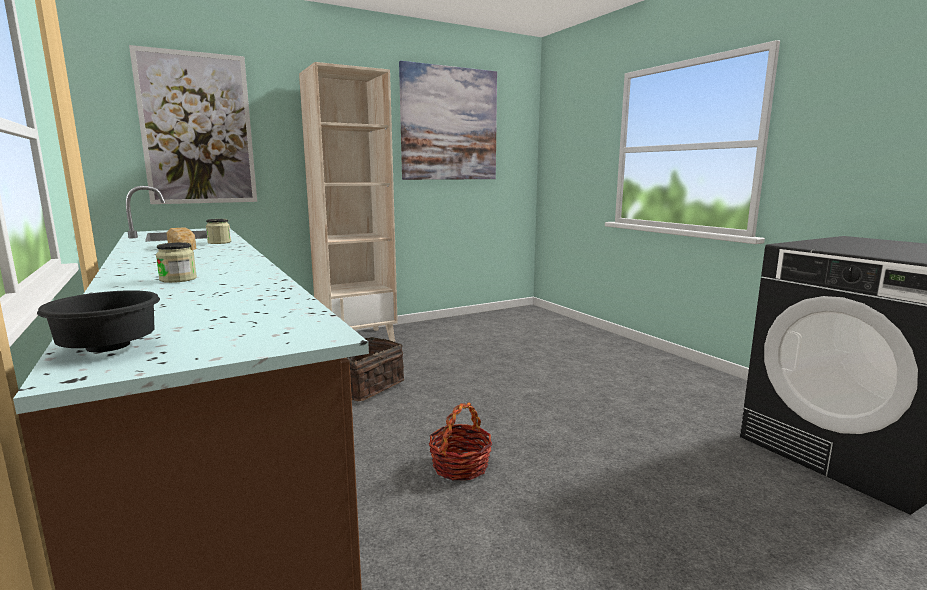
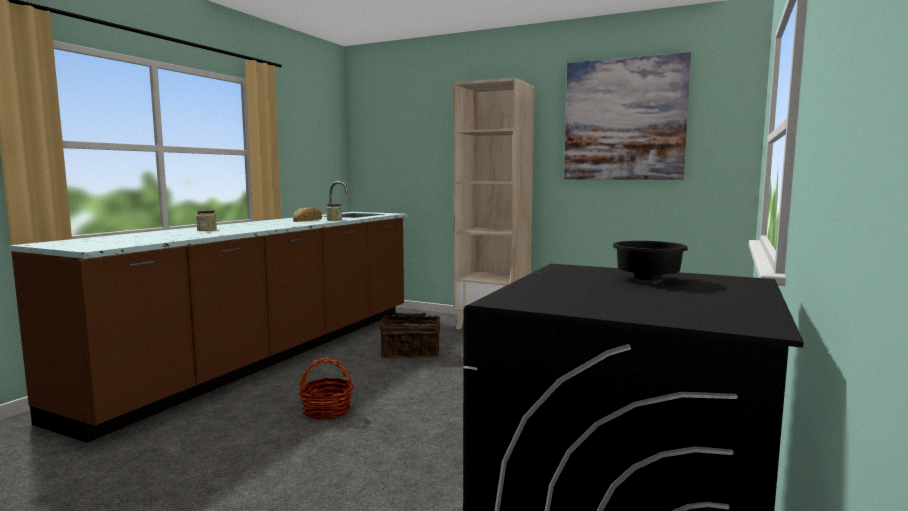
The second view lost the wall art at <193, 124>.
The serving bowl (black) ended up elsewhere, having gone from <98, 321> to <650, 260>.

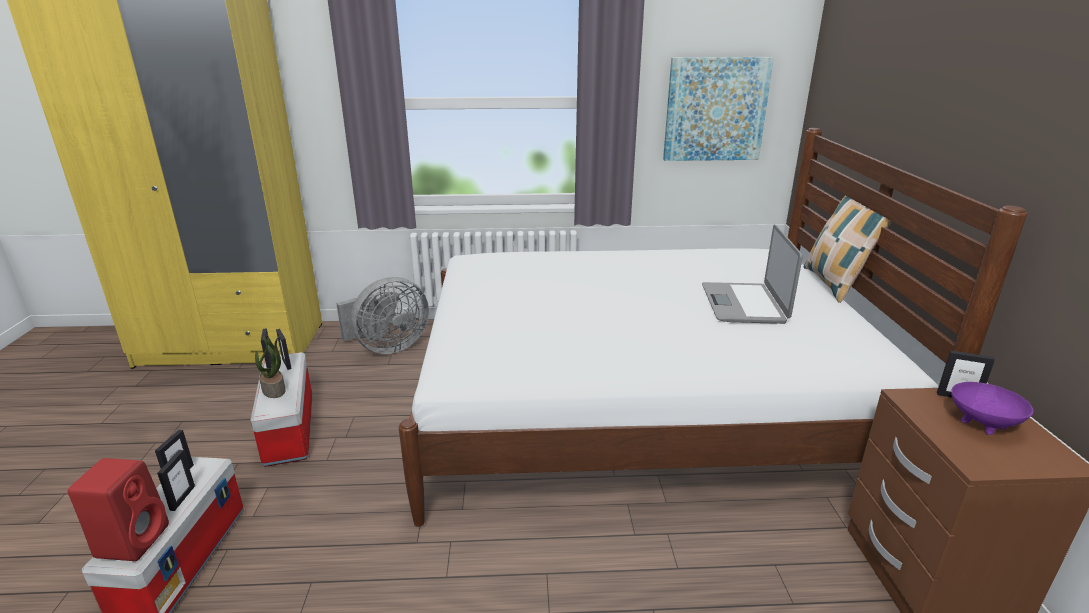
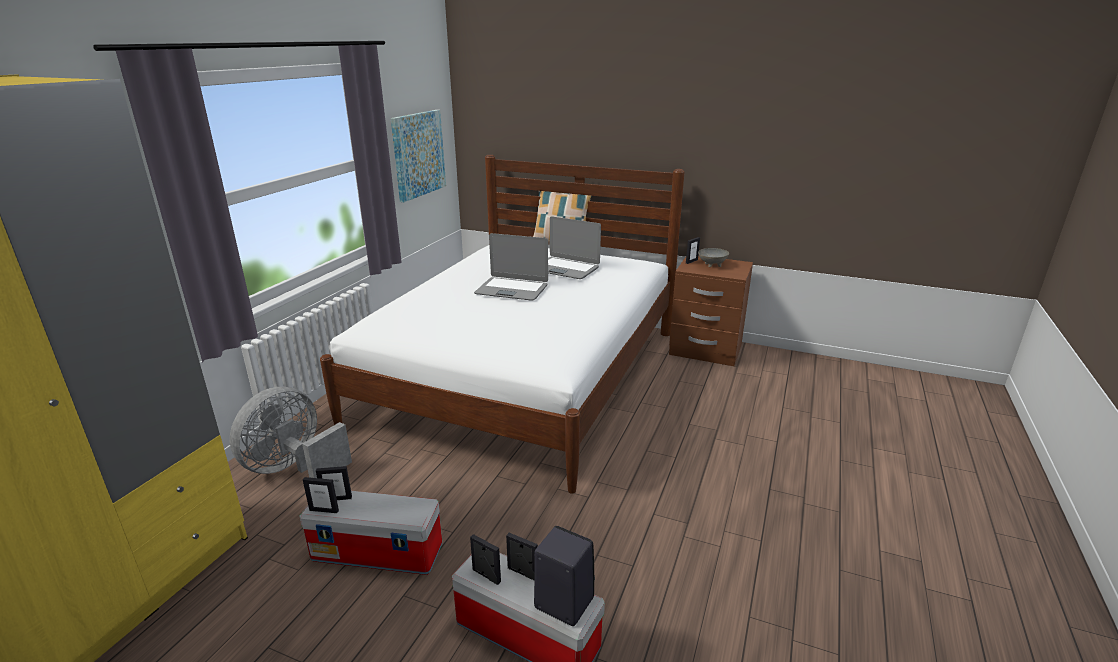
The cooling fan (gray) at <382, 315> ended up facing another way, 135 degrees counterclockwise from before.
The second view lost the potted plant at <270, 366>.
What was the serving bowl (purple) at <992, 408> turned into the serving bowl (gray) at <713, 257>.
What was the loudspeaker (reddish) at <118, 509> turned into the loudspeaker (black) at <564, 576>.
The second view gained the notebook computer at <511, 267>.

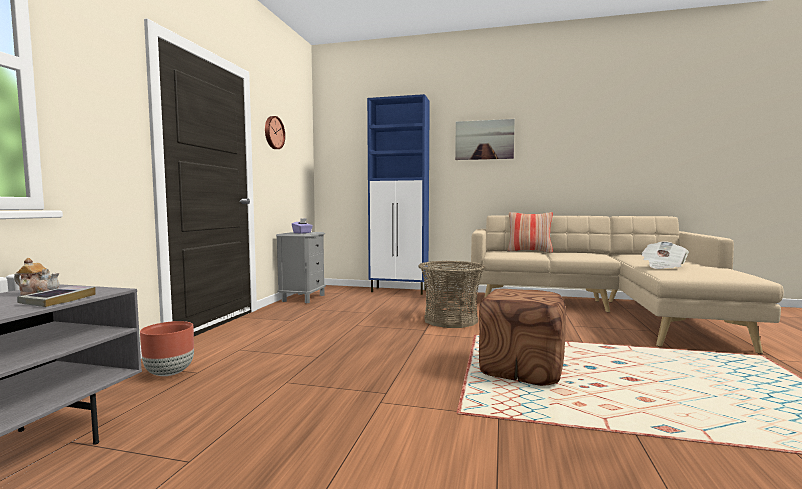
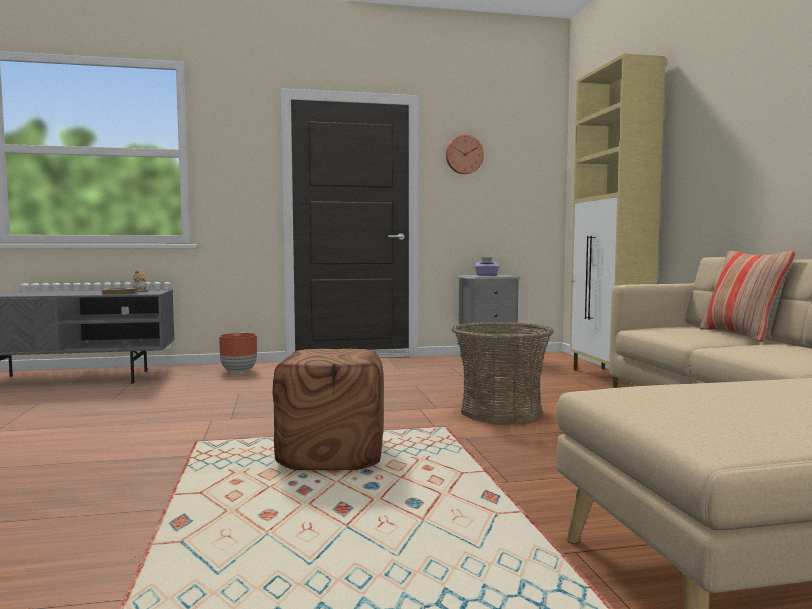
What was the cupboard (bluish) at <398, 194> turned into the cupboard (sand-coloured) at <617, 220>.
The second view lost the wall art at <485, 139>.
The second view lost the printed paper at <665, 255>.

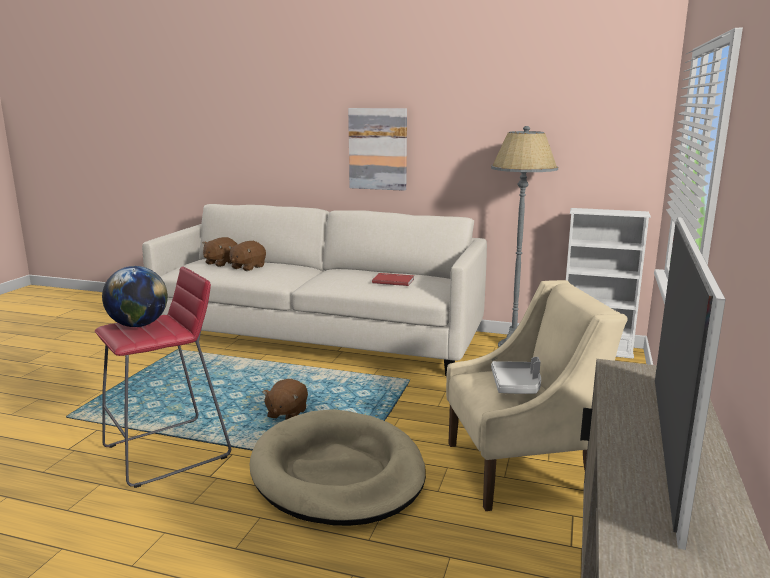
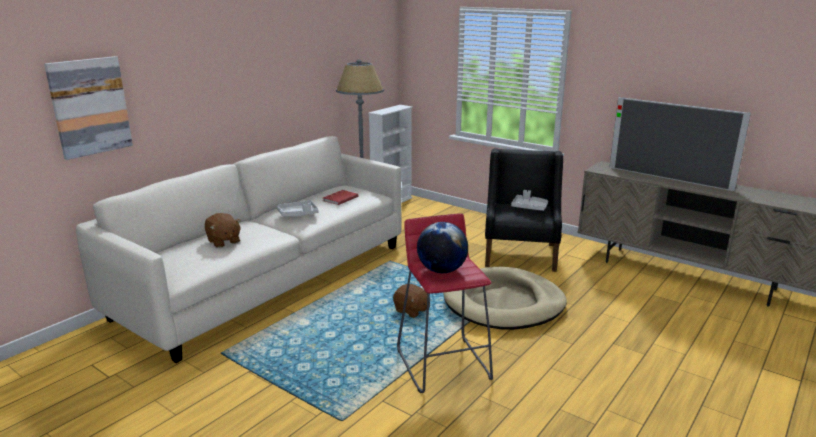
The wall art ended up elsewhere, having gone from <377, 149> to <88, 108>.
The second view lost the soft toy (brown-coloured) at <220, 252>.
What was the armchair (sand-coloured) at <537, 395> turned into the armchair (black) at <524, 210>.
The second view gained the carrying tray (gray) at <298, 208>.

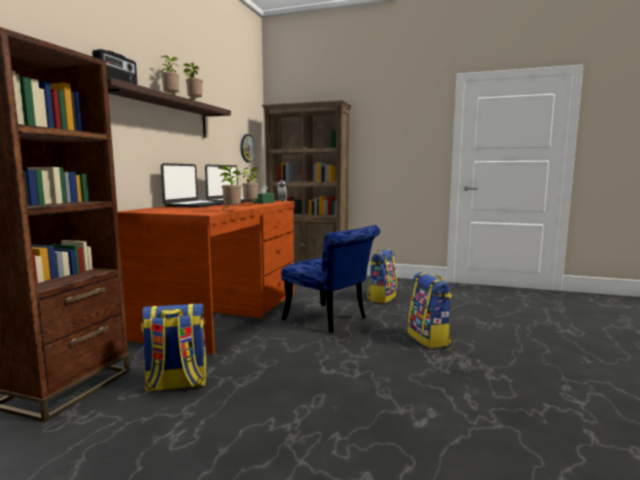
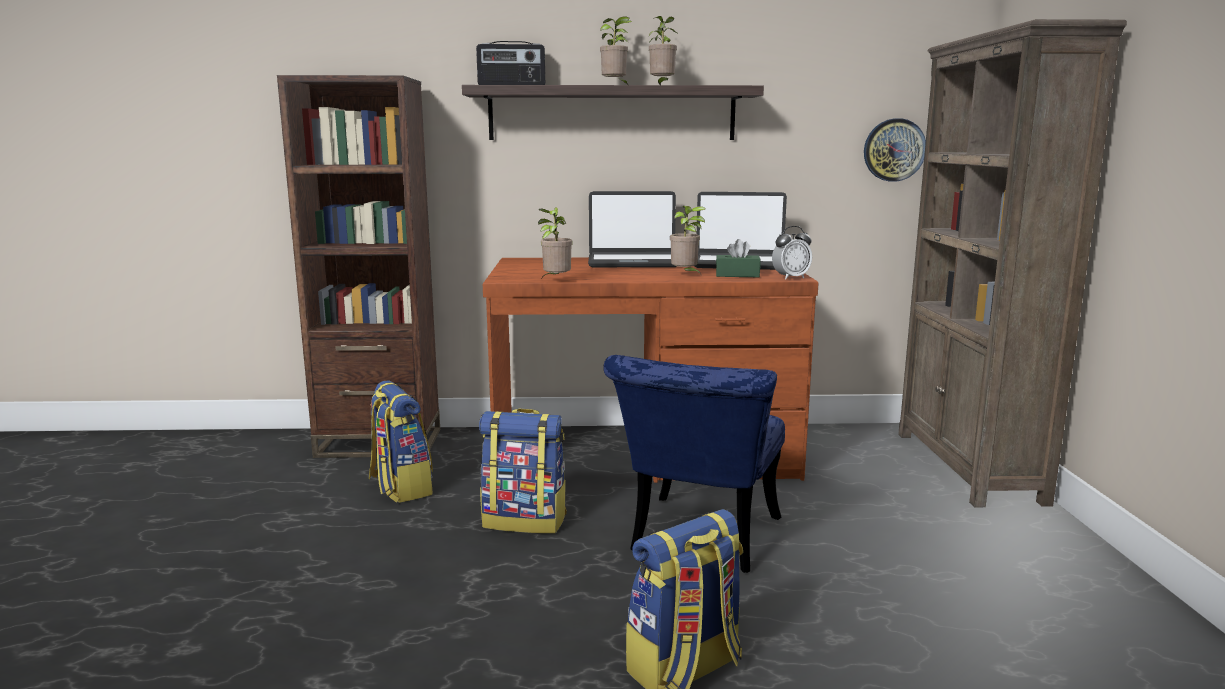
The knapsack ended up elsewhere, having gone from <382, 276> to <523, 471>.

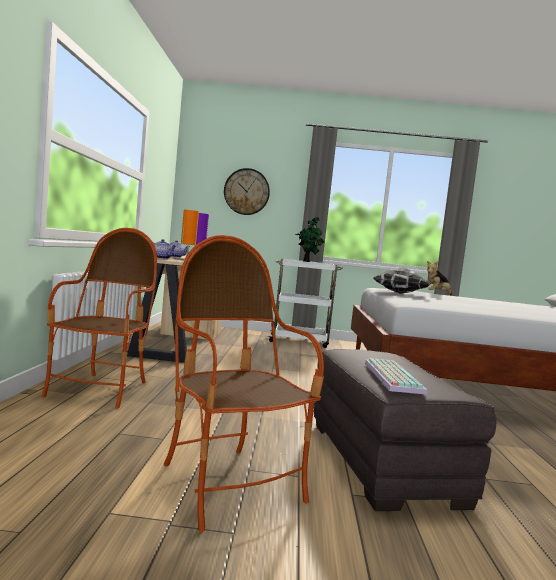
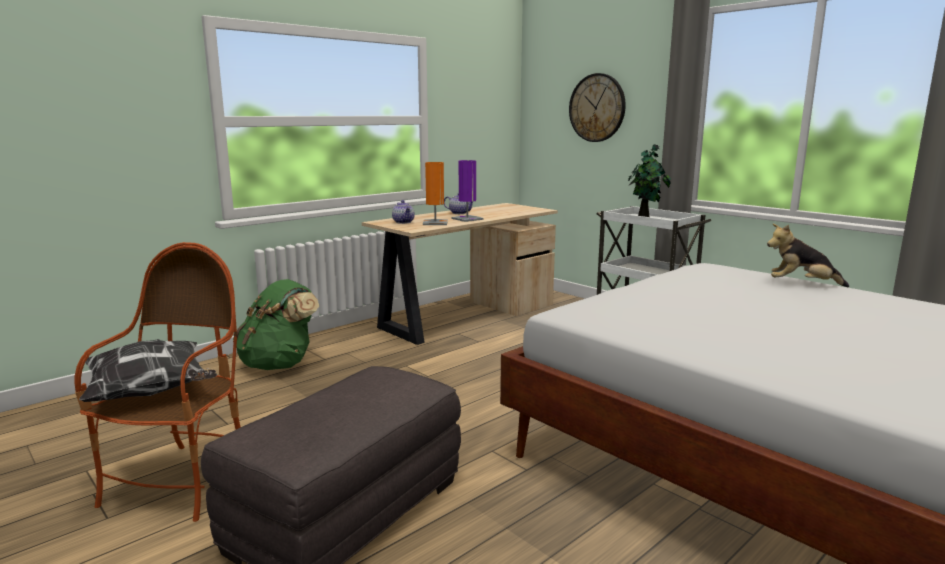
Where the armchair stood at <99, 318>, the knapsack (greenish) came to stand at <276, 324>.
The throw pillow ended up elsewhere, having gone from <401, 280> to <148, 370>.
The second view lost the computer keyboard at <396, 376>.

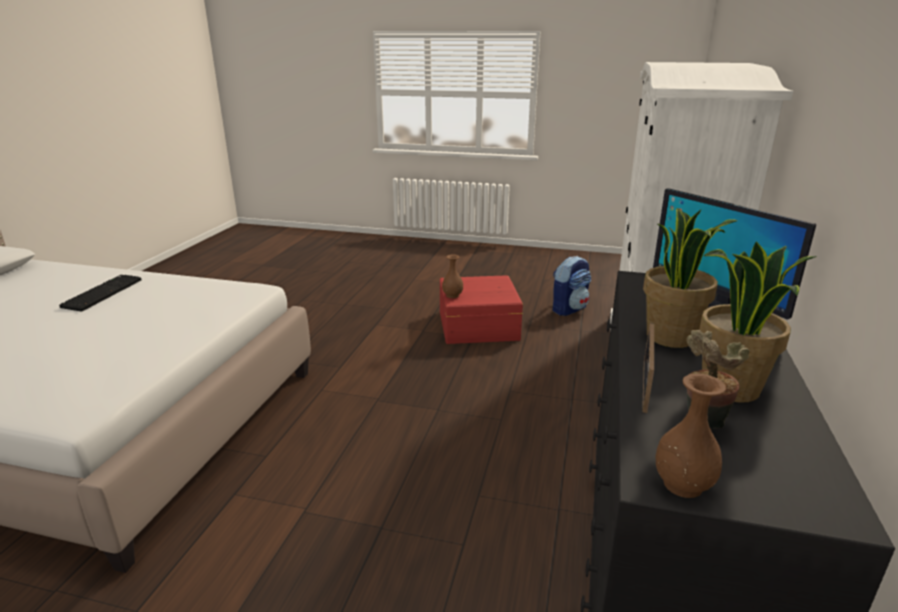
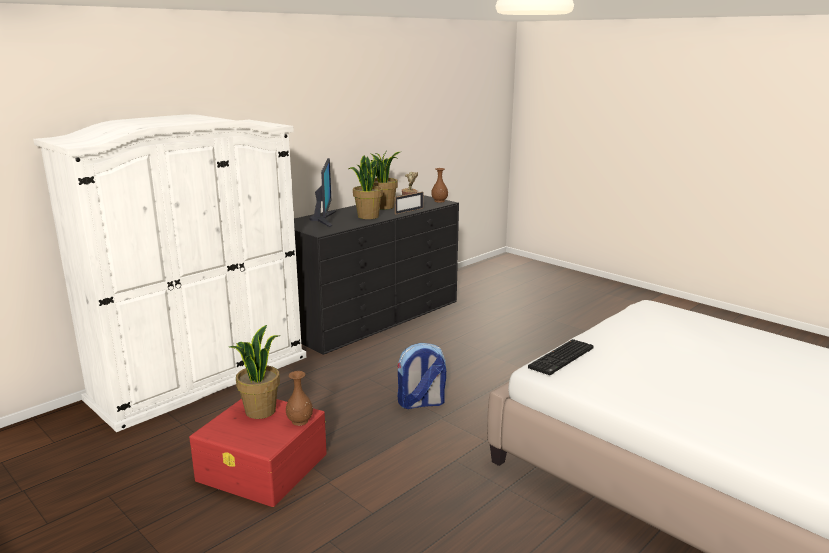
The knapsack ended up elsewhere, having gone from <572, 286> to <422, 376>.
The computer keyboard ended up elsewhere, having gone from <100, 293> to <561, 357>.
The second view gained the potted plant at <255, 372>.

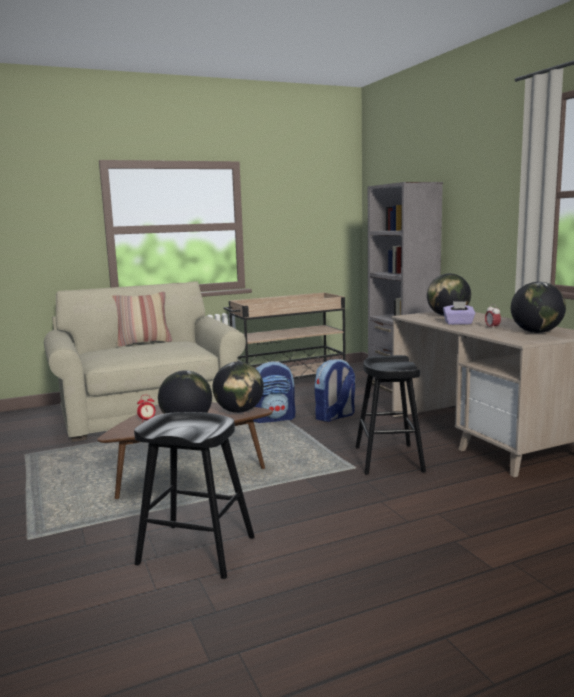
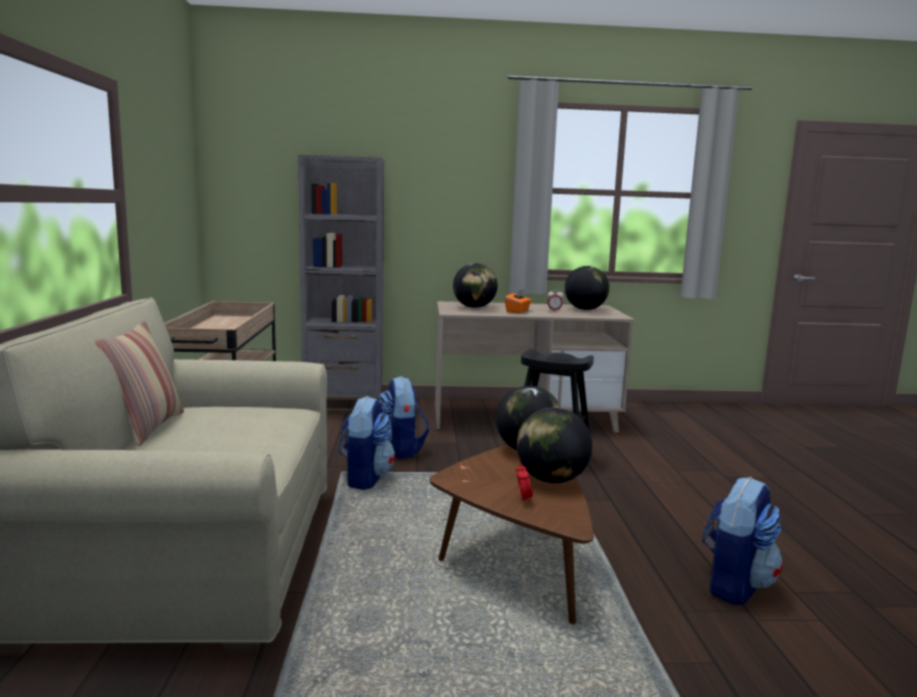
What was the box of tissues (purple) at <459, 313> turned into the box of tissues (orangey) at <518, 301>.
Where the stool (black) stood at <194, 495>, the knapsack came to stand at <742, 540>.

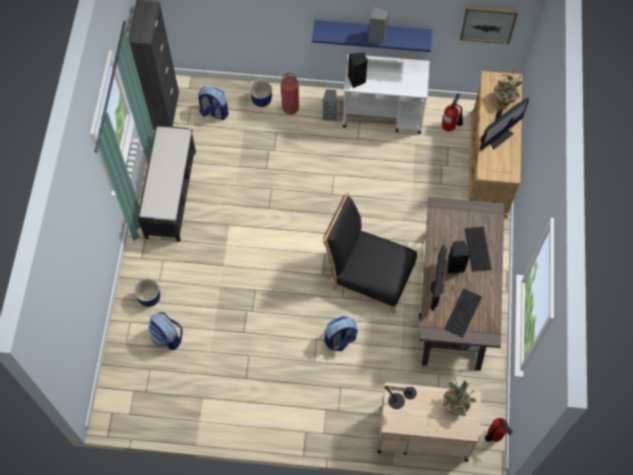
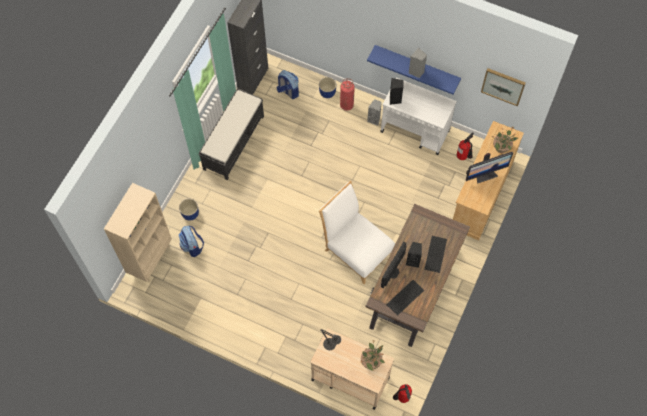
What was the plain chair (black) at <370, 253> turned into the plain chair (white-coloured) at <357, 232>.
The second view lost the knapsack at <341, 333>.
The second view gained the bookshelf (sand-coloured) at <138, 232>.

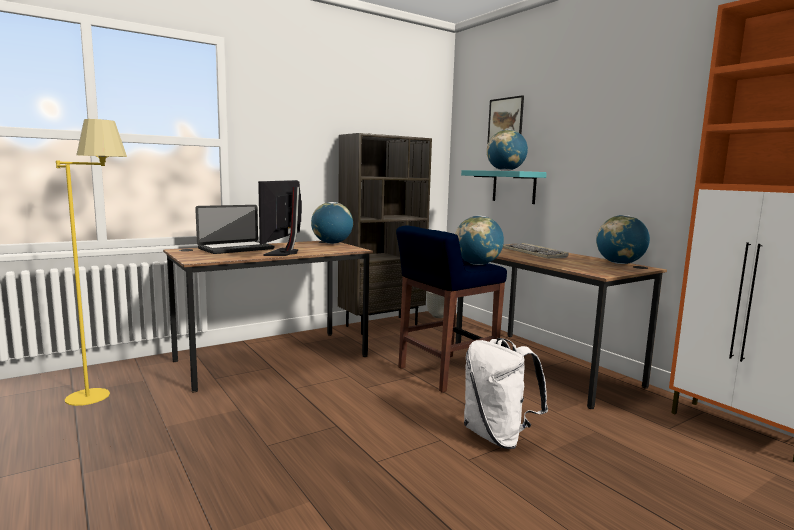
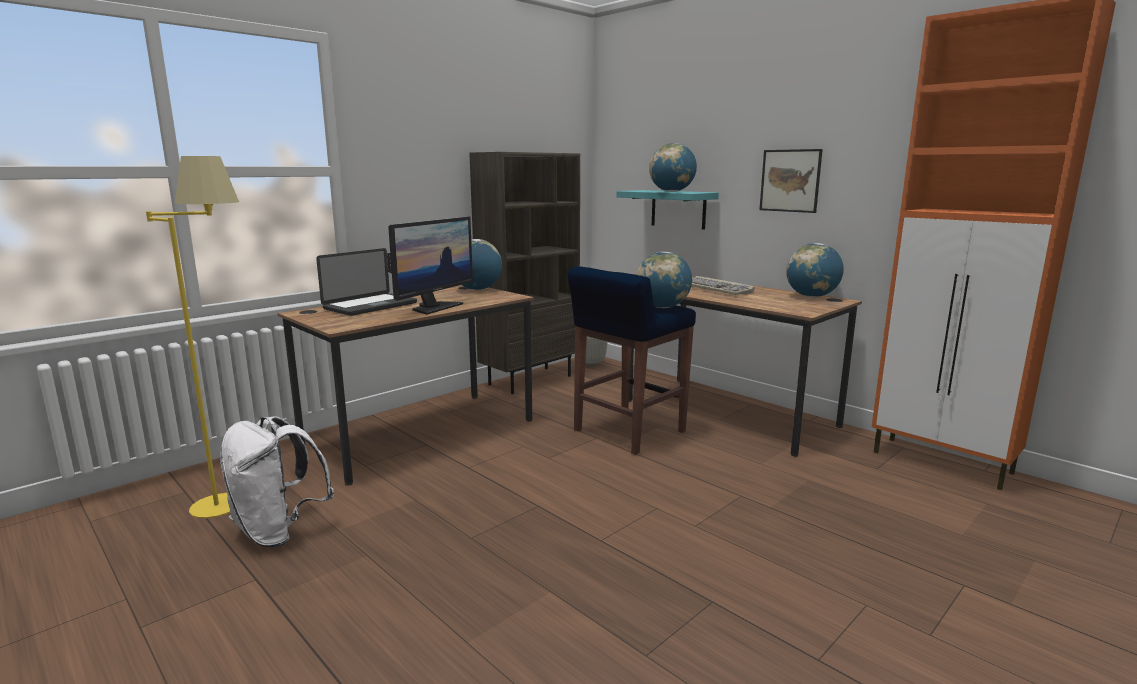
The wall art ended up elsewhere, having gone from <505, 119> to <791, 181>.
The computer display at <280, 218> ended up facing another way, 150 degrees counterclockwise from before.
The knapsack (white-coloured) ended up elsewhere, having gone from <506, 393> to <277, 481>.

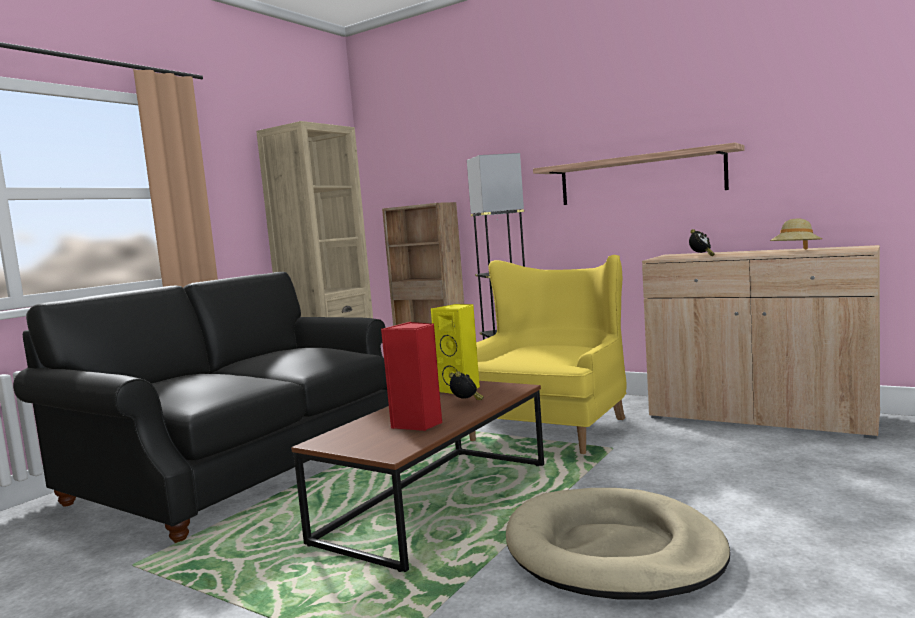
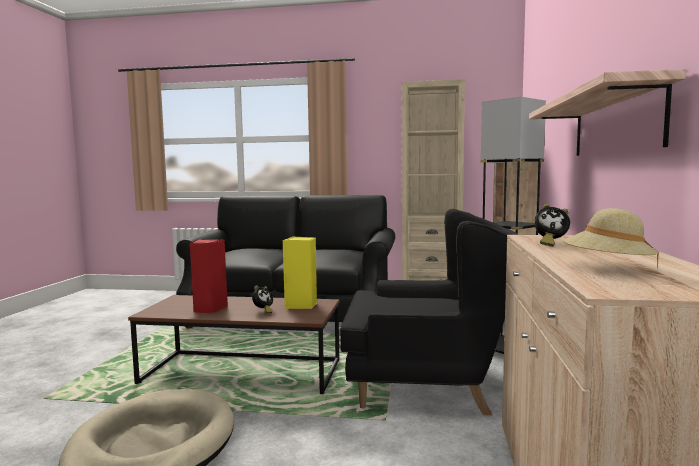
What was the armchair (yellowish) at <547, 354> turned into the armchair (black) at <429, 312>.

